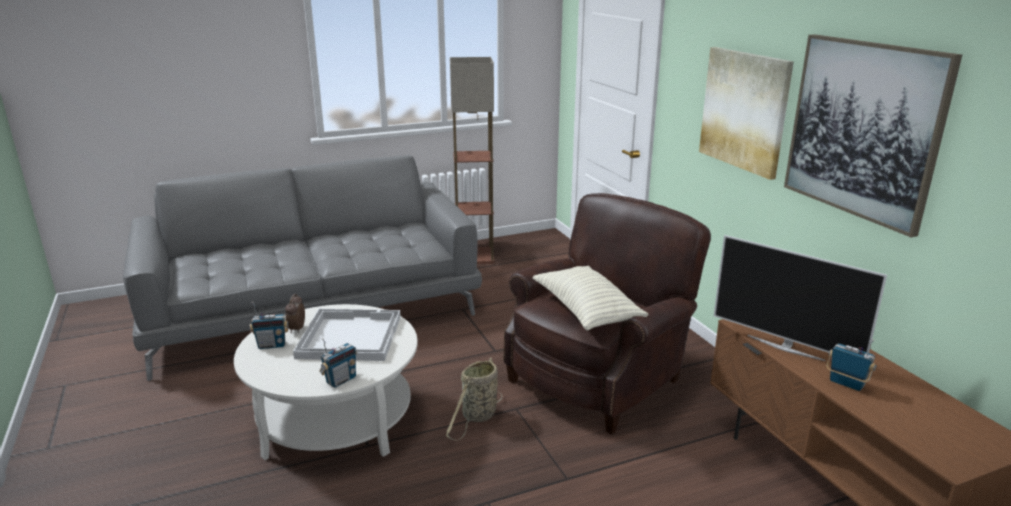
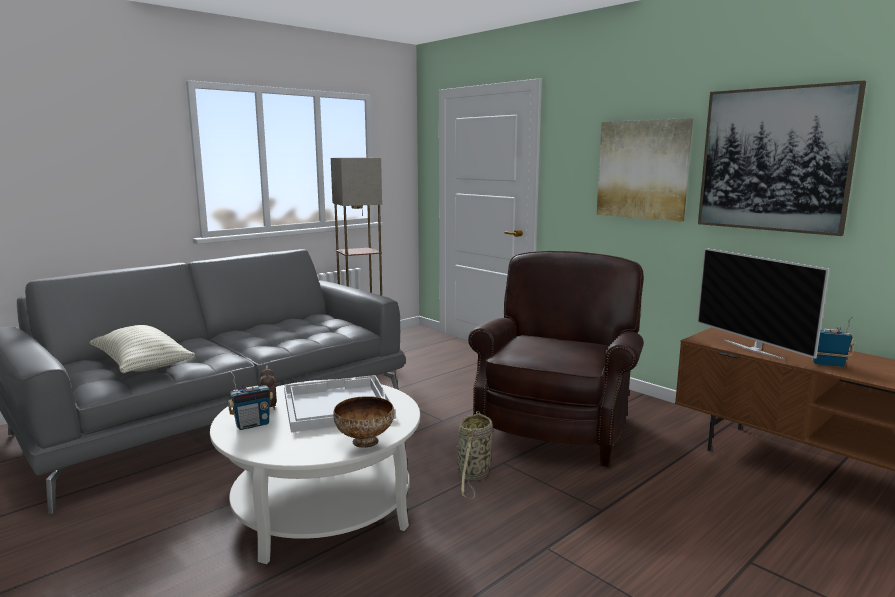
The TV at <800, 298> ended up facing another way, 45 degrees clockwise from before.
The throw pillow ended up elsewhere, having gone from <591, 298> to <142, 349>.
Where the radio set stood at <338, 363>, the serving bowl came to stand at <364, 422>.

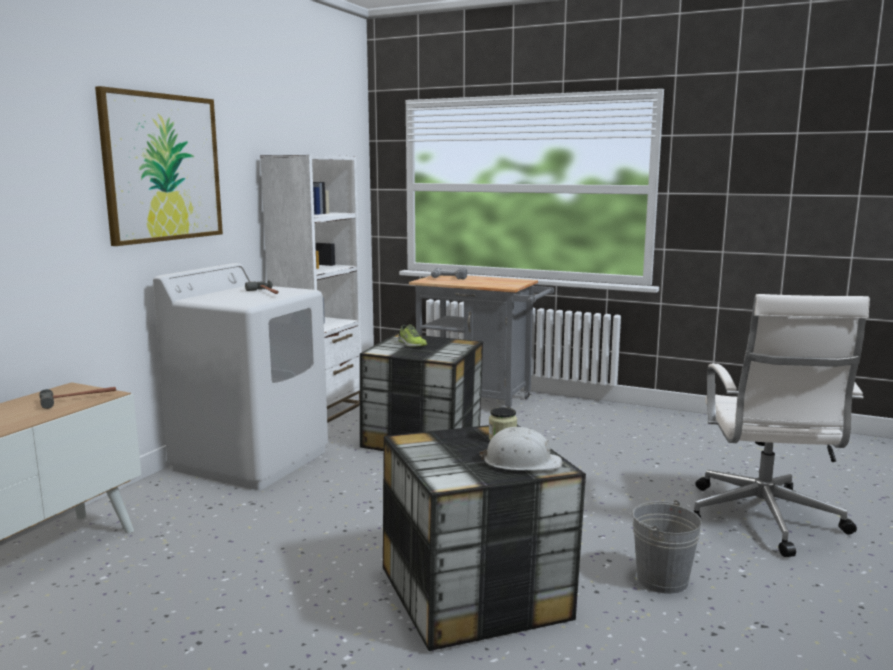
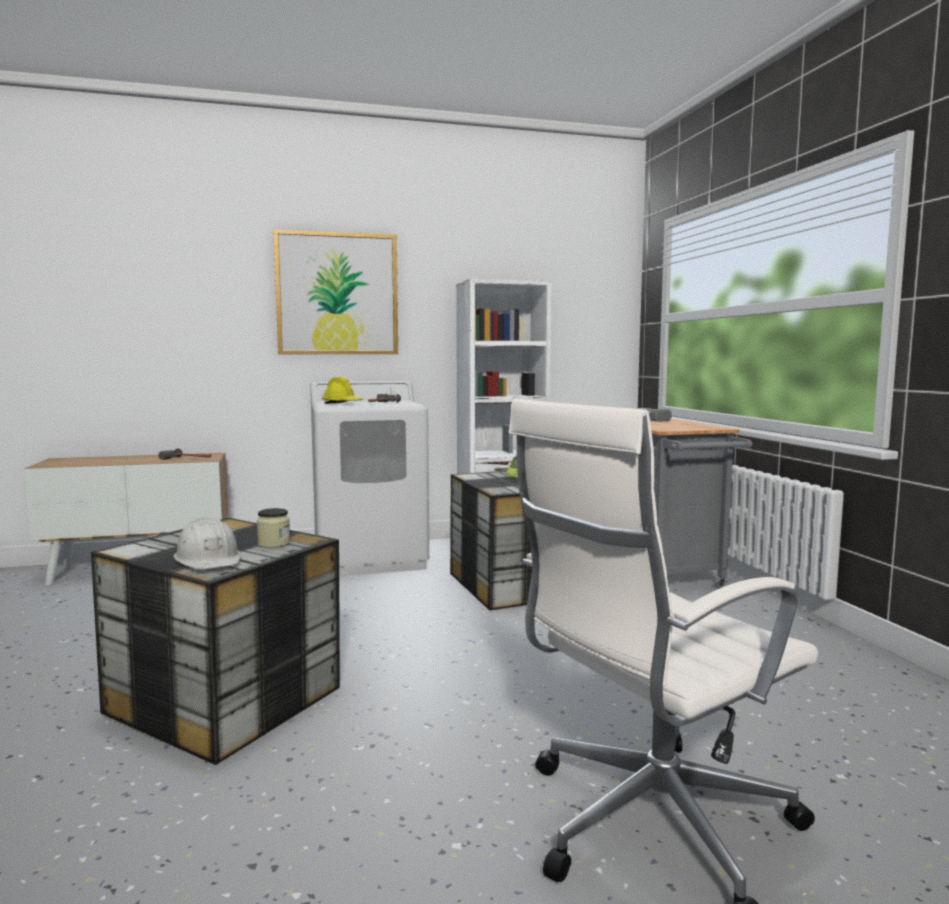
The second view lost the water bucket (gray) at <667, 547>.
The second view gained the safety helmet (yellowish) at <342, 390>.

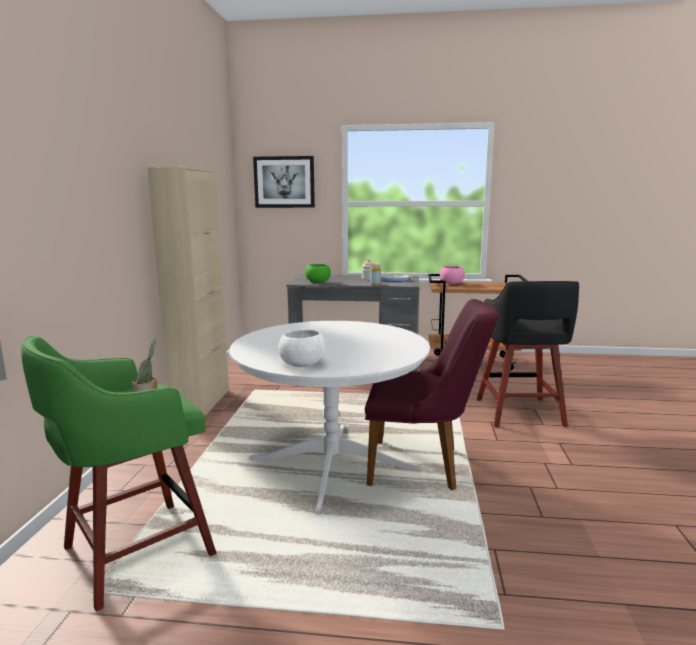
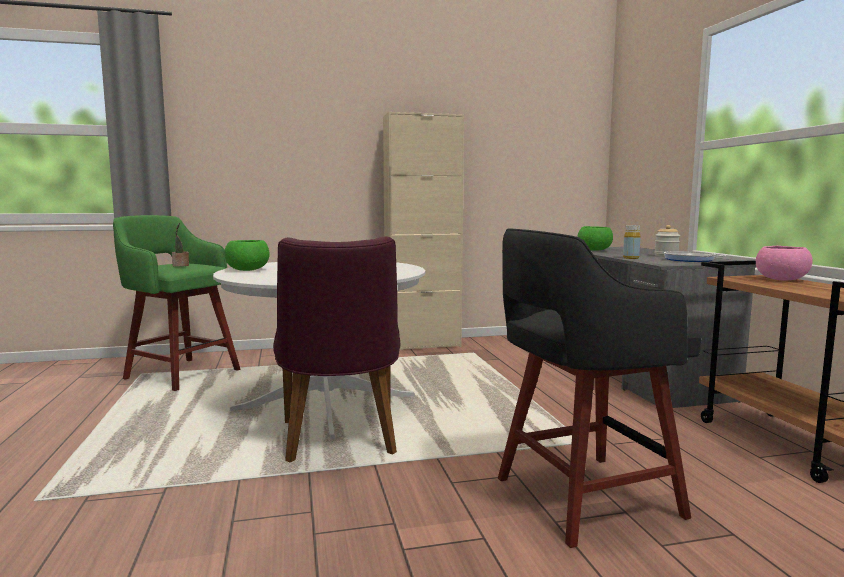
The second view lost the wall art at <284, 182>.
What was the serving bowl (white-coloured) at <302, 348> turned into the serving bowl (greenish) at <247, 255>.

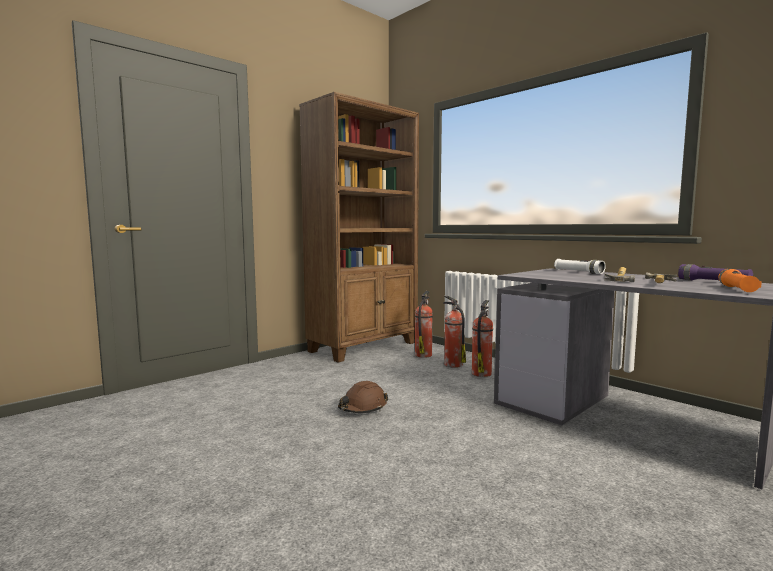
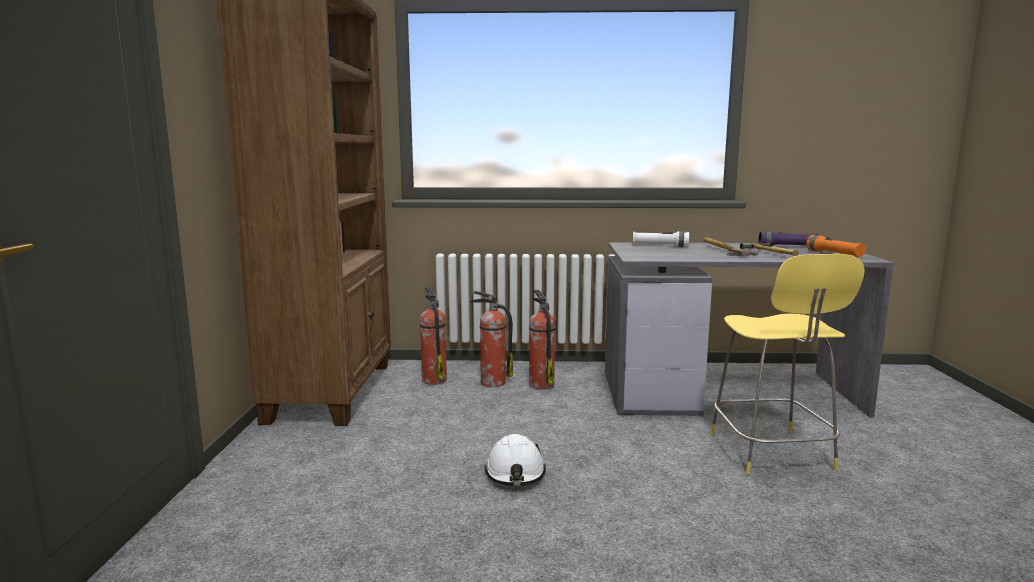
What was the safety helmet (brown-coloured) at <363, 397> turned into the safety helmet (white-coloured) at <515, 460>.
The second view gained the stool (yellowish) at <787, 364>.

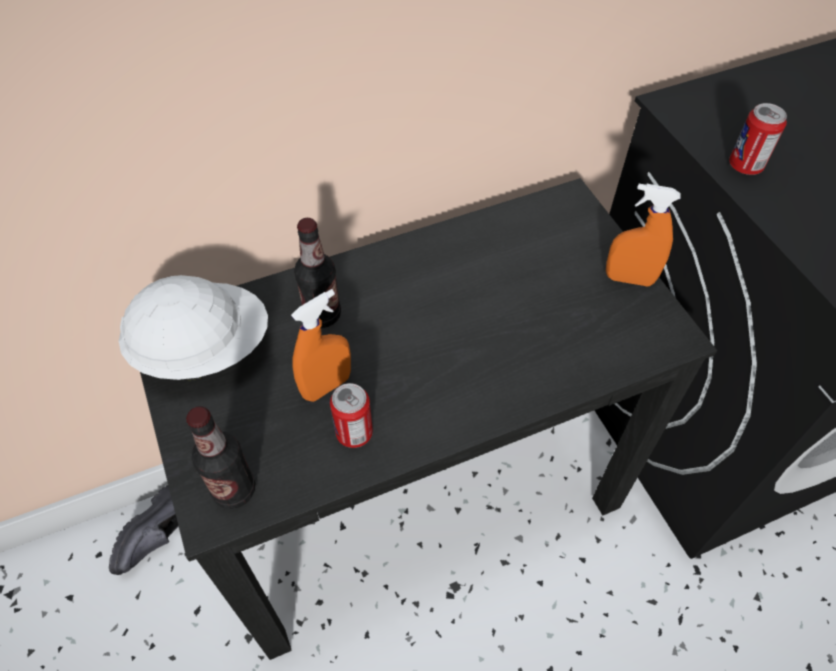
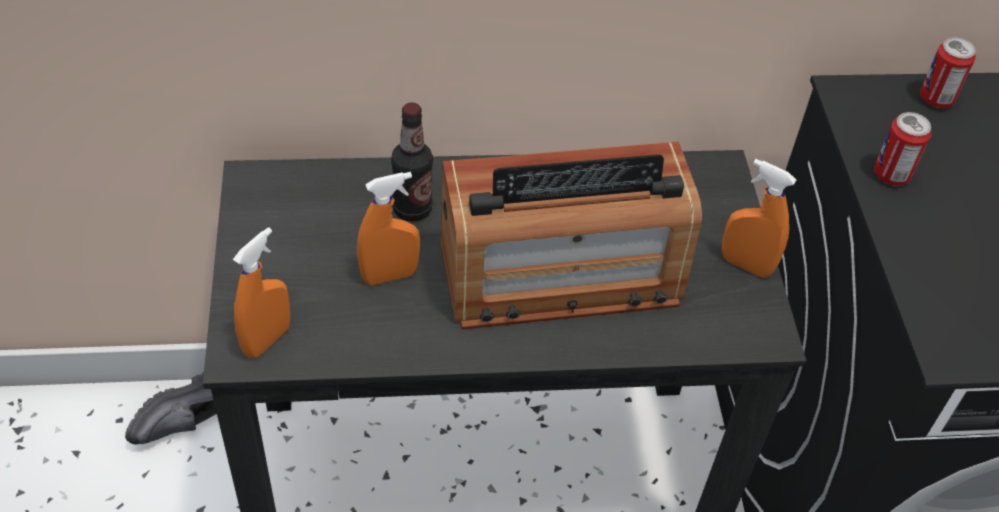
The second view lost the safety helmet (white-coloured) at <193, 327>.
The can ended up elsewhere, having gone from <351, 415> to <948, 72>.
Where the beverage bottle stood at <220, 457>, the spray bottle (orangey) came to stand at <262, 292>.
The second view gained the radio set at <571, 235>.

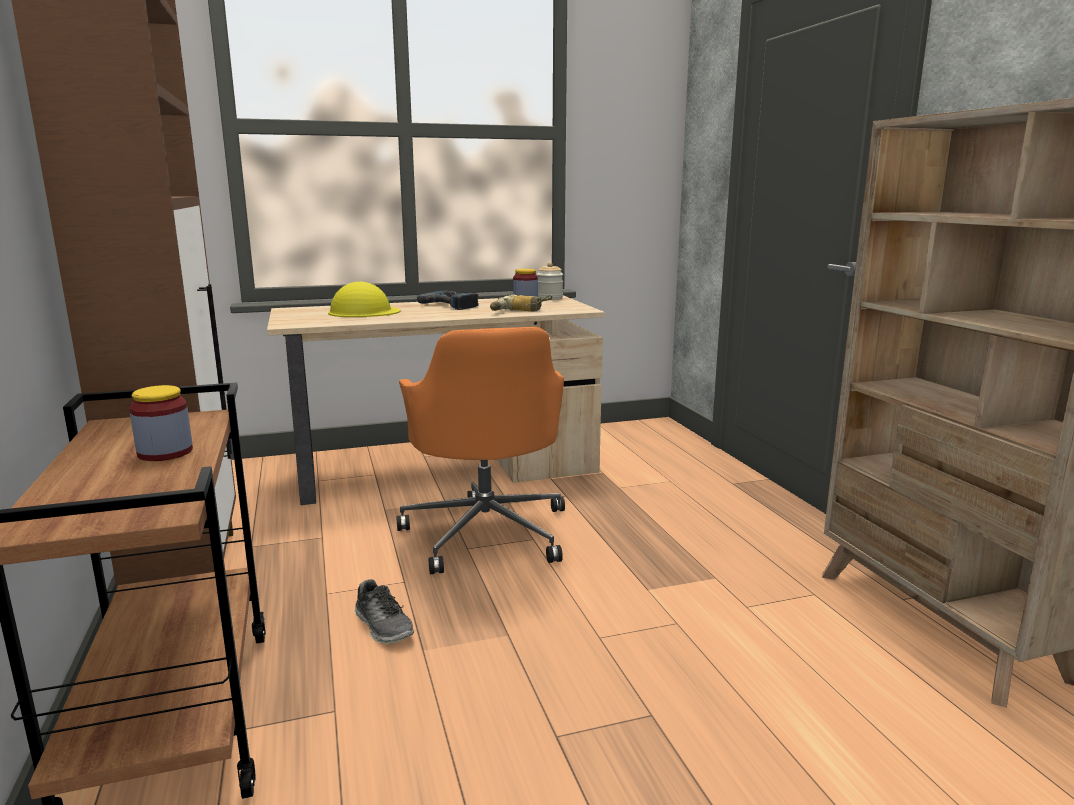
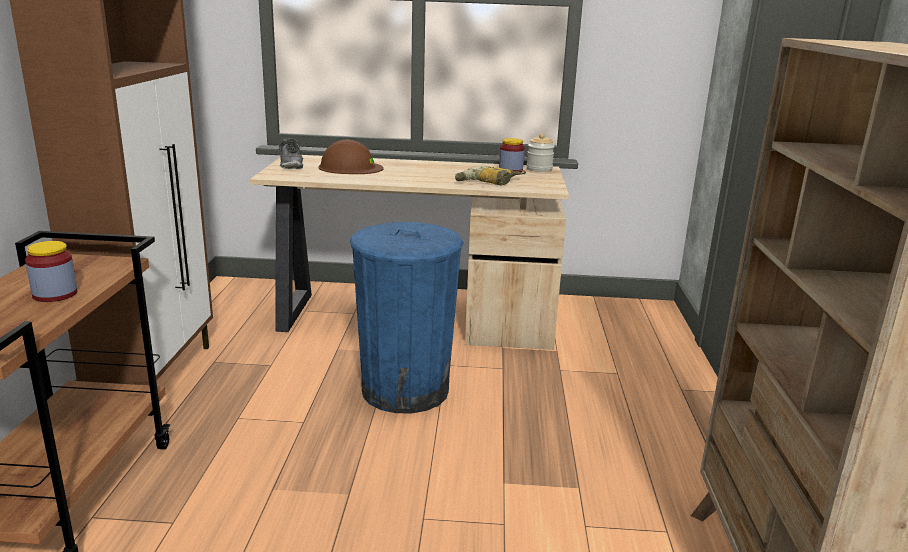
What was the safety helmet (yellowish) at <364, 299> turned into the safety helmet (brown-coloured) at <351, 156>.
The second view lost the power drill at <448, 300>.
Where the office chair (orangey) stood at <481, 450>, the trash can (bluish) came to stand at <406, 317>.
The shoe ended up elsewhere, having gone from <384, 611> to <291, 153>.

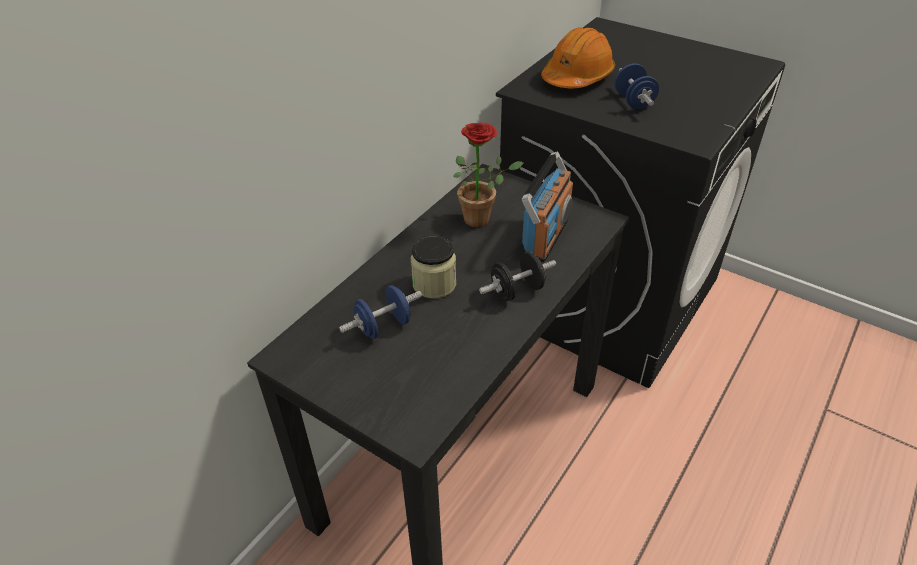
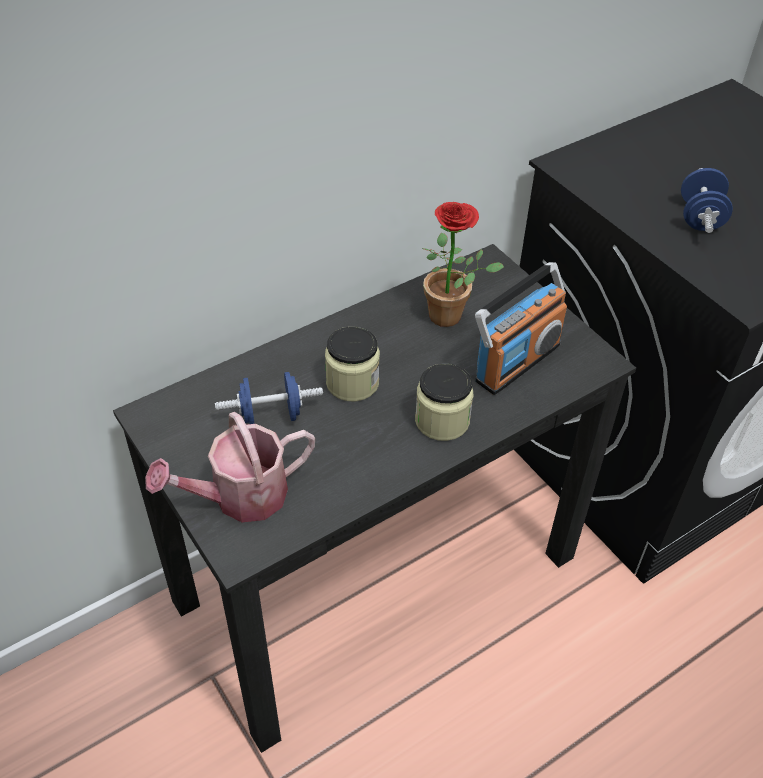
The second view lost the safety helmet (orangey) at <578, 57>.
Where the dumbbell (black) stood at <517, 276>, the preserve jar came to stand at <444, 402>.
The second view gained the watering can at <230, 467>.

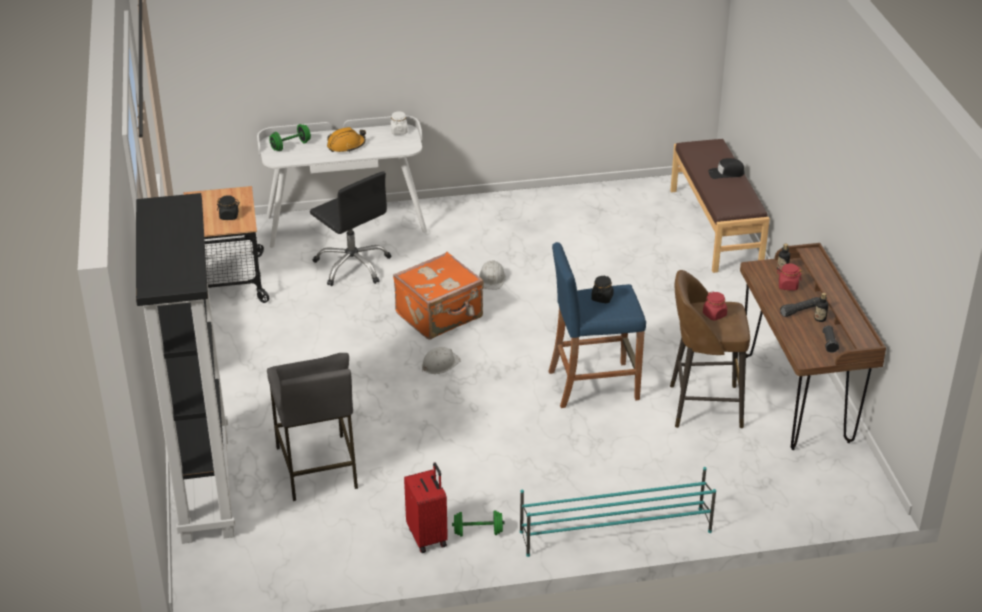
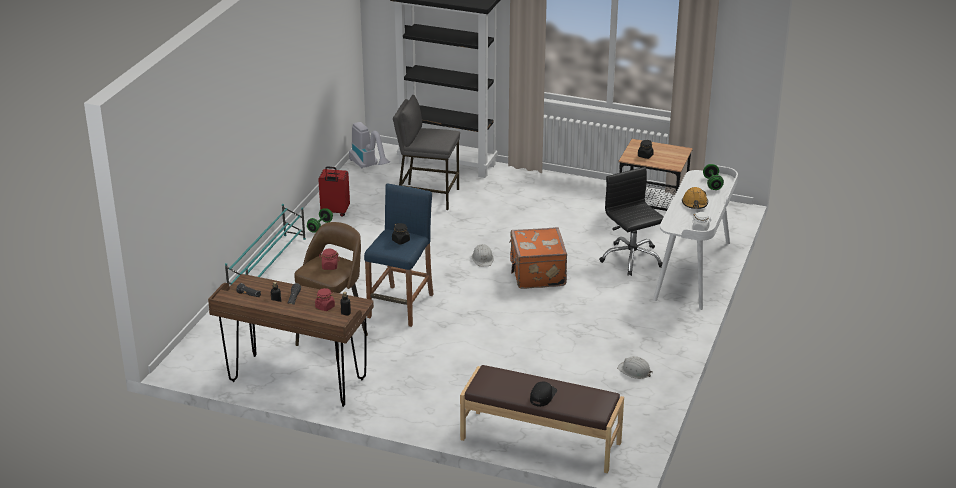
The office chair (black) at <351, 228> ended up facing another way, 75 degrees clockwise from before.
The safety helmet (white-coloured) ended up elsewhere, having gone from <492, 274> to <635, 367>.
The second view gained the vacuum cleaner at <369, 145>.

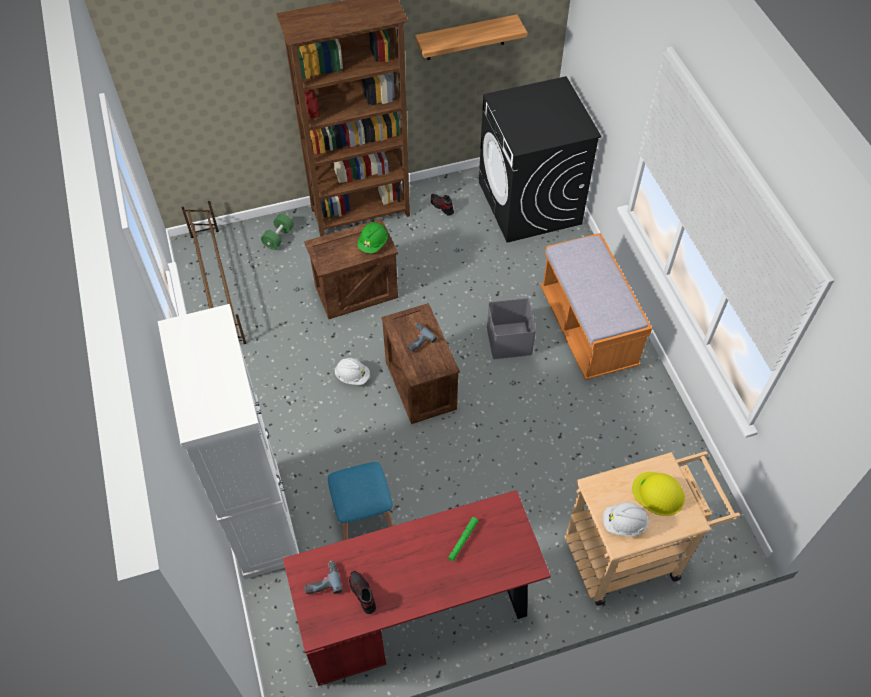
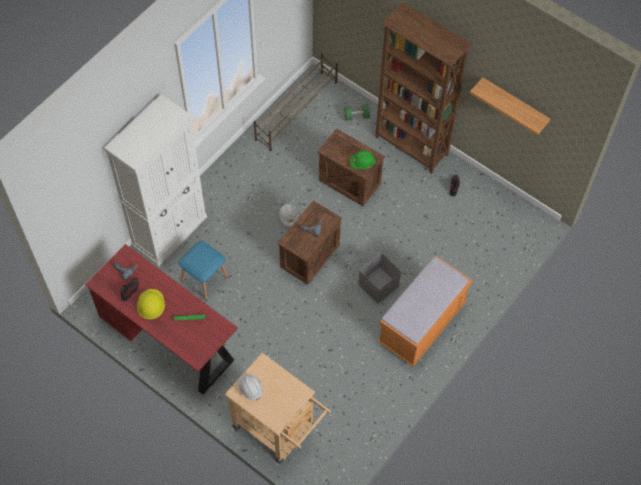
The second view lost the laundry appliance (black) at <540, 159>.
The safety helmet (yellowish) ended up elsewhere, having gone from <658, 494> to <151, 304>.

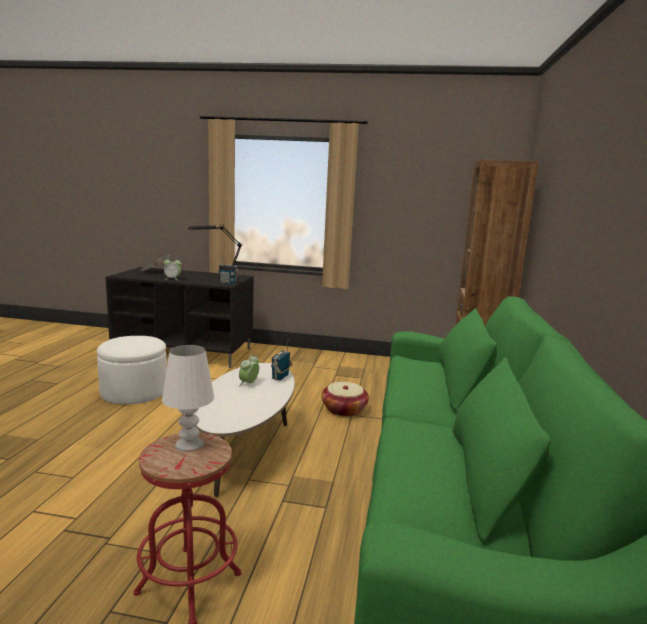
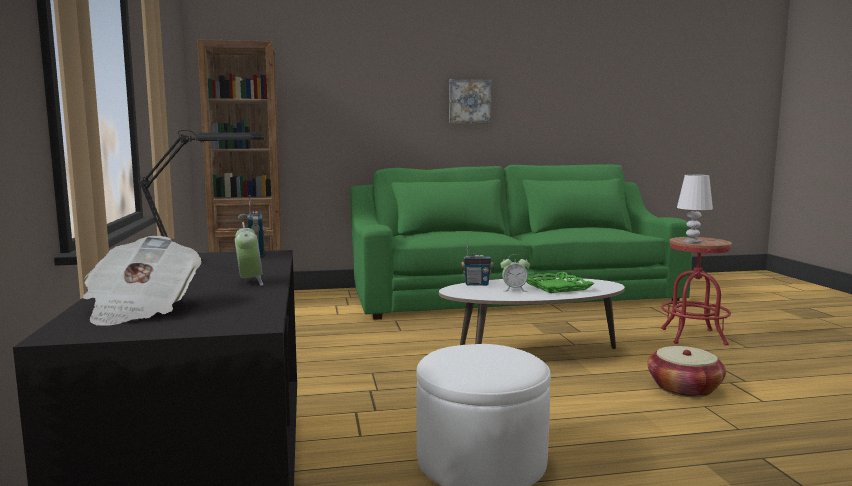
The basket ended up elsewhere, having gone from <345, 399> to <686, 372>.
The second view gained the wall art at <470, 101>.
The second view gained the carrying tray (greenish) at <560, 282>.

